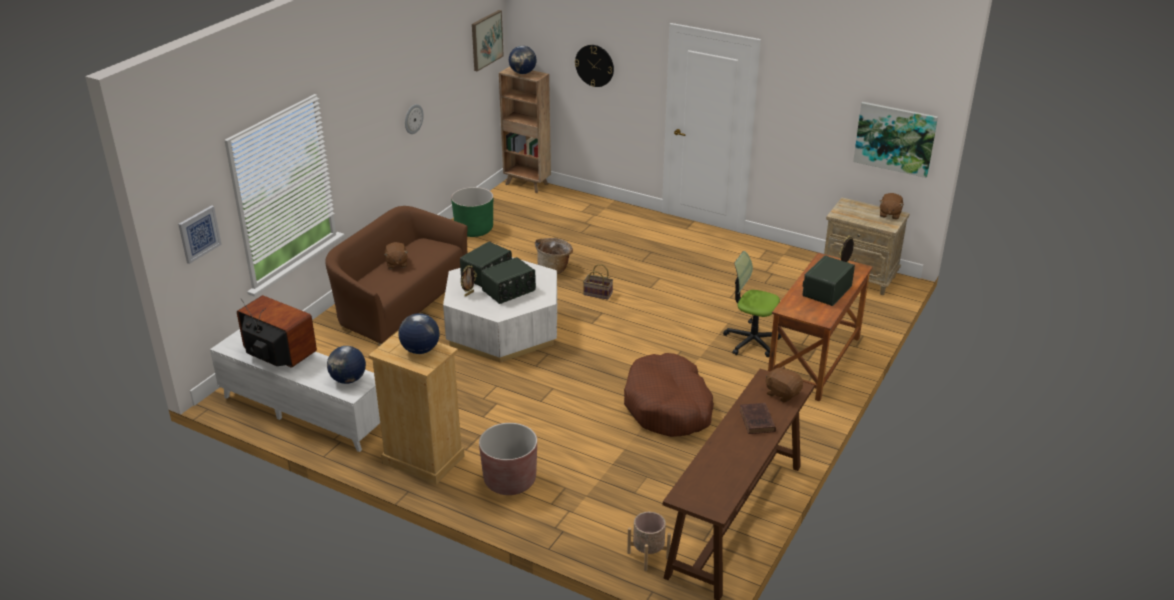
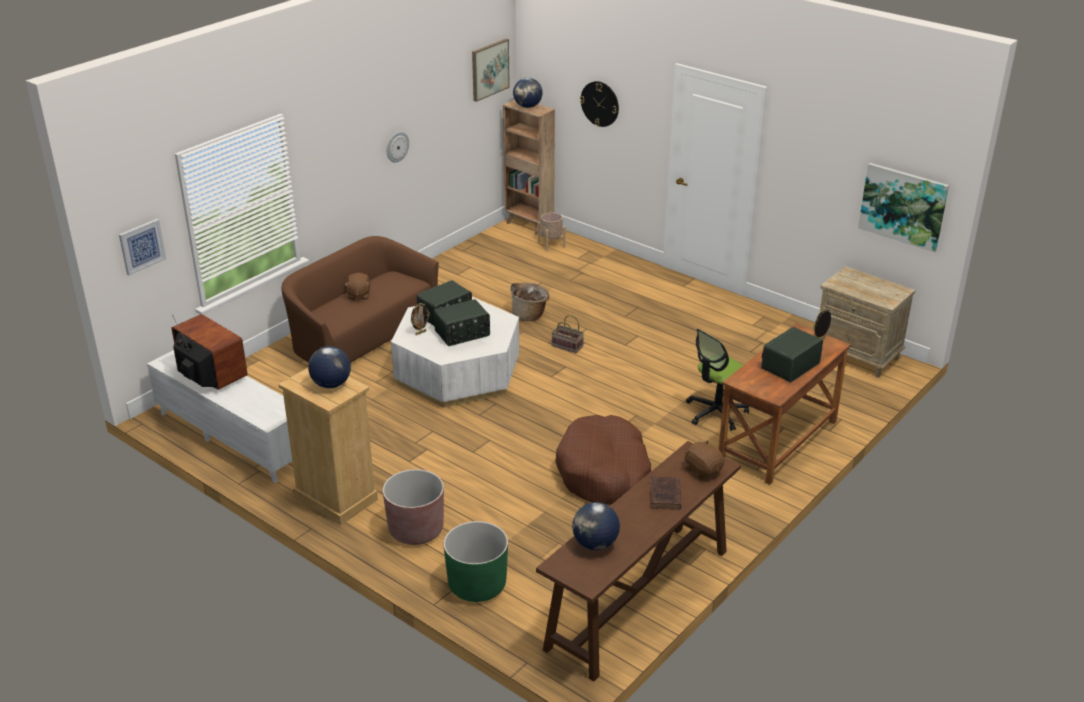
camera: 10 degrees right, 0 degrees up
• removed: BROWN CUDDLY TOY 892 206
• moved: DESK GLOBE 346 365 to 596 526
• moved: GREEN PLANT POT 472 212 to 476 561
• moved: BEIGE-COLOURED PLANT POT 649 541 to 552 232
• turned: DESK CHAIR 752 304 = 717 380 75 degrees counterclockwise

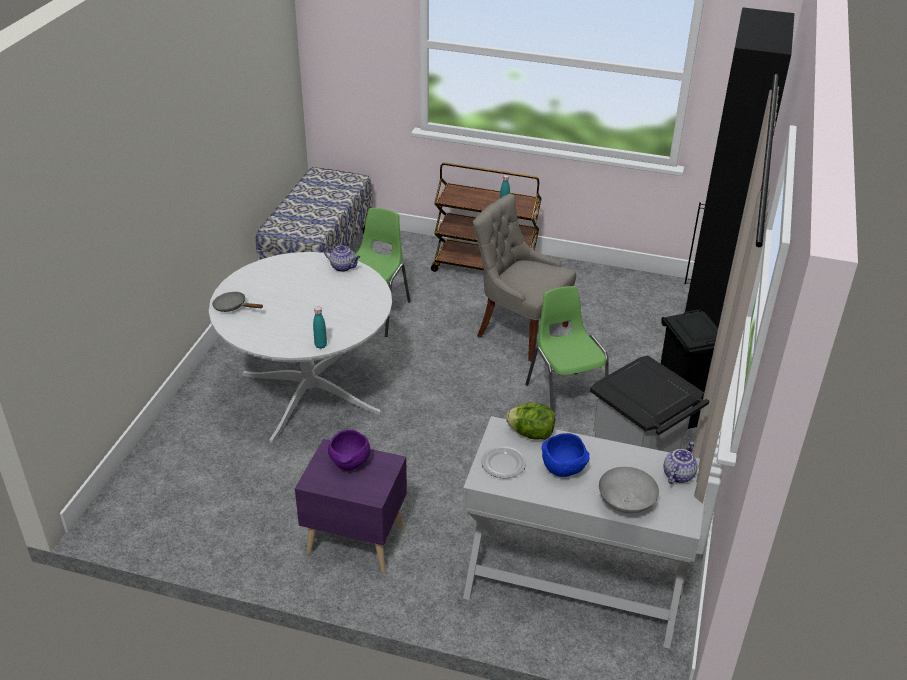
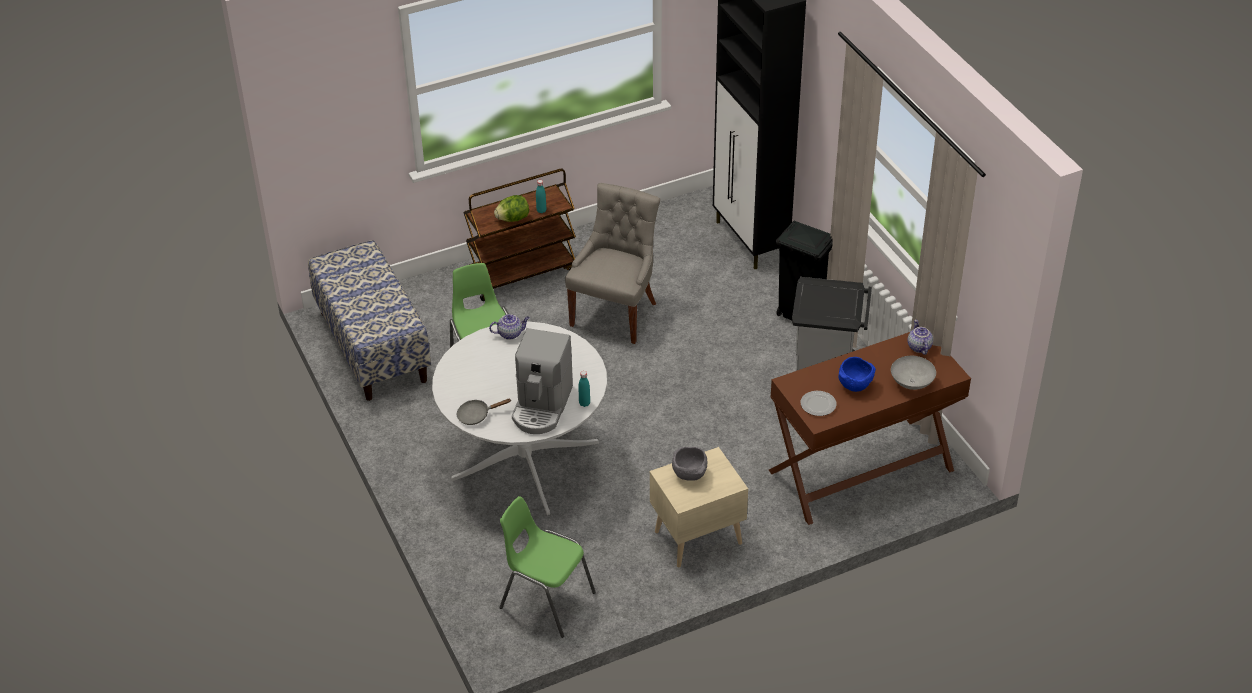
camera: 40 degrees left, 5 degrees up
• added: COFFEE BREWER 542 381
• moved: HEAD OF LETTUCE 530 421 to 511 208
• moved: GREEN CHAIR 567 349 to 547 567
• recoloured: PURPLE NIGHT TABLE 351 506 to BEIGE-COLOURED NIGHT TABLE 699 507
• recoloured: PURPLE DEEP DISH 349 450 to GREYISH DEEP DISH 689 464
• recoloured: WHITE-COLOURED NARROW TABLE 584 532 to BROWN NARROW TABLE 870 428
• turned: GREYISH CHAIR 524 277 = 612 263 120 degrees clockwise

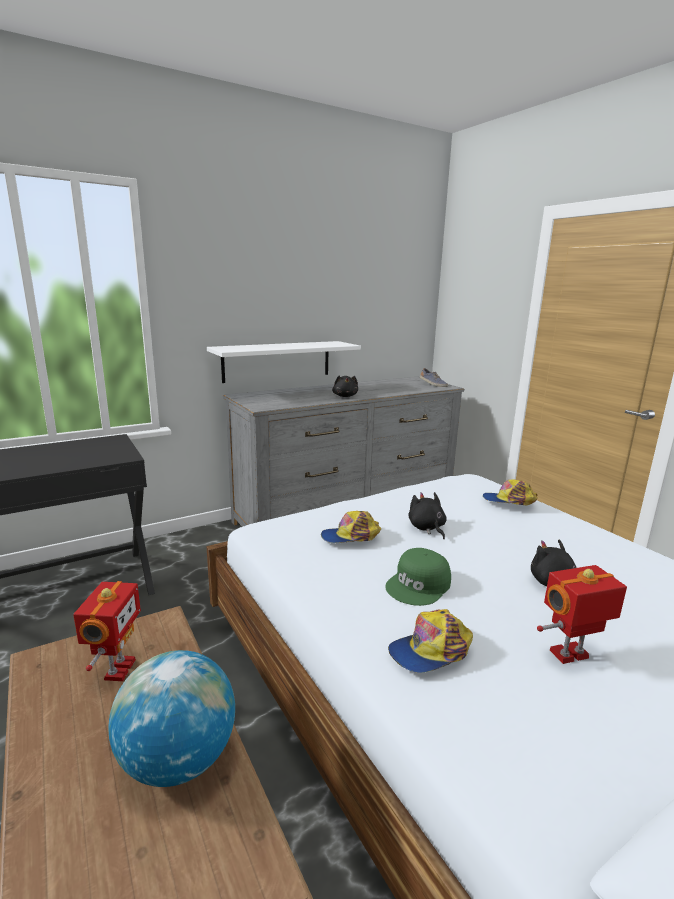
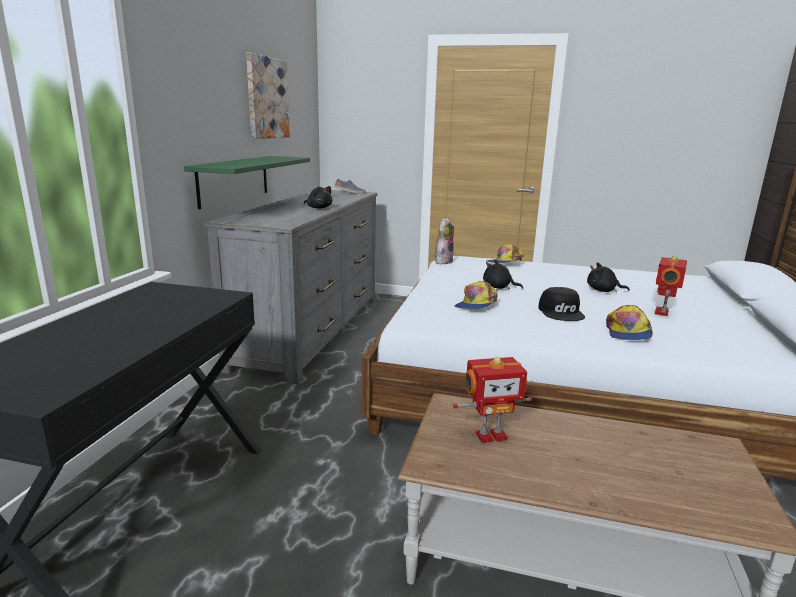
camera: 45 degrees left, 0 degrees up
• removed: DESK GLOBE 171 718
• added: WALL ART 268 96
• added: CUDDLY TOY 444 241
• recoloured: WHITE-COLOURED WALL SHELF 284 362 to GREEN WALL SHELF 247 182
• recoloured: GREEN BASEBALL CAP 418 577 to BLACKISH BASEBALL CAP 561 304
• turned: MODEL ROBOT 107 631 = 492 400 120 degrees clockwise

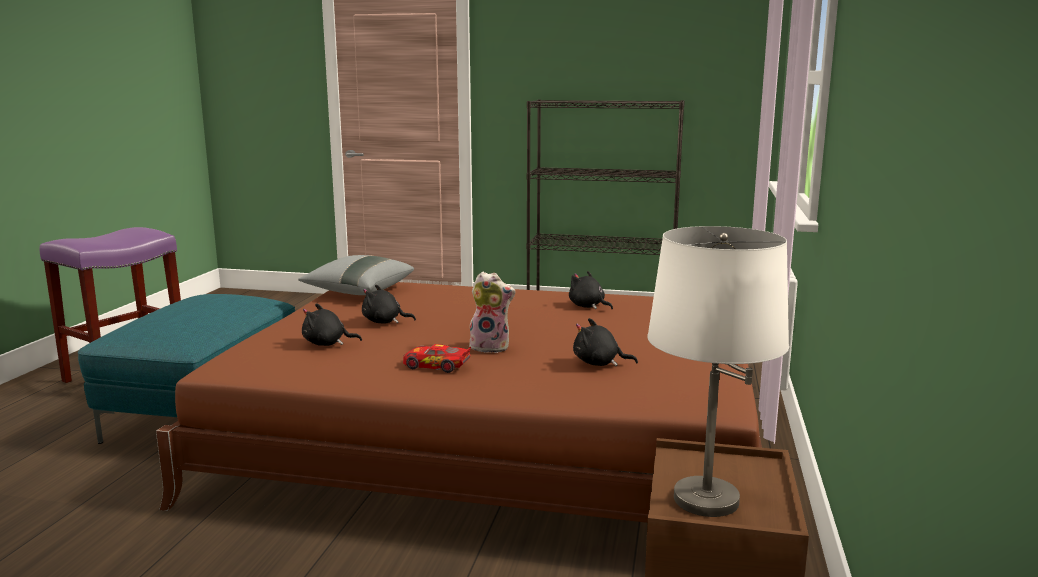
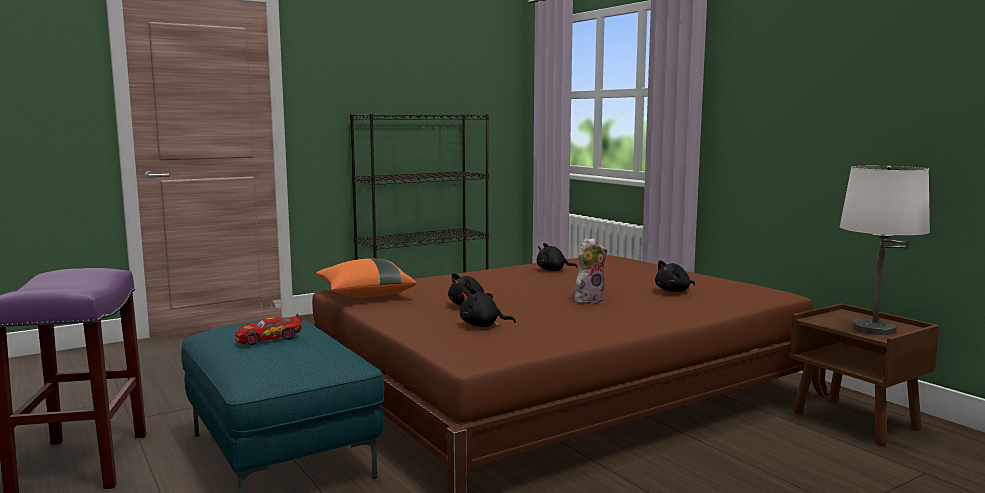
camera: 45 degrees left, 5 degrees down
• moved: MINIATURE CAR 437 358 to 268 329
• recoloured: GREYISH CUSHION 356 275 to ORANGE CUSHION 366 277
• turned: BLACKISH CUDDLY TOY 332 324 = 488 307 45 degrees clockwise

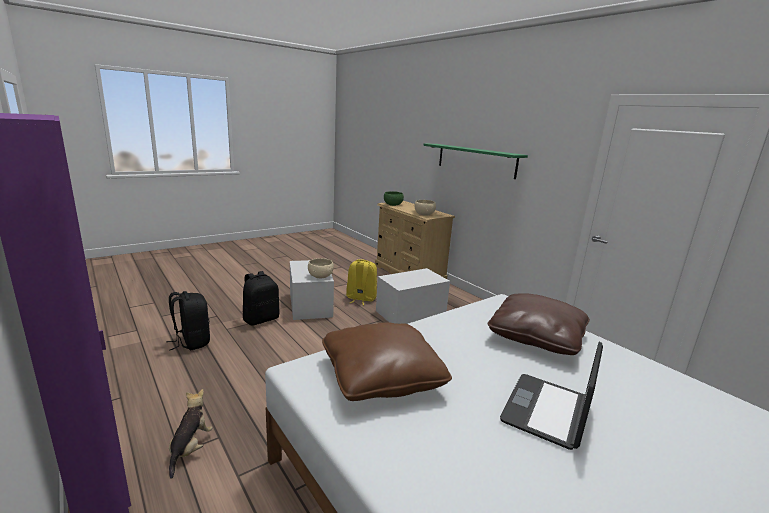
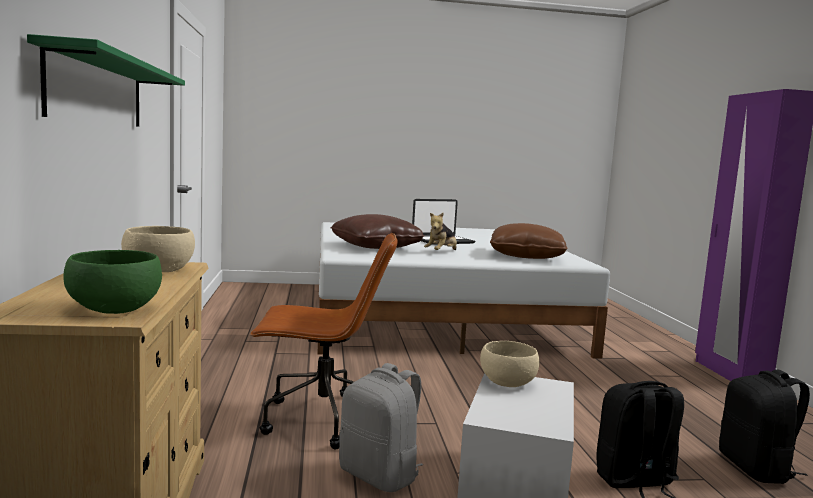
camera: 150 degrees left, 10 degrees down
• moved: CUDDLY TOY 191 434 to 440 231
• replaced: WHITE-COLOURED STORAGE BIN 413 296 to BROWN DESK CHAIR 324 341
• recoloured: YELLOWISH KNAPSACK 361 282 to GREYISH KNAPSACK 381 427

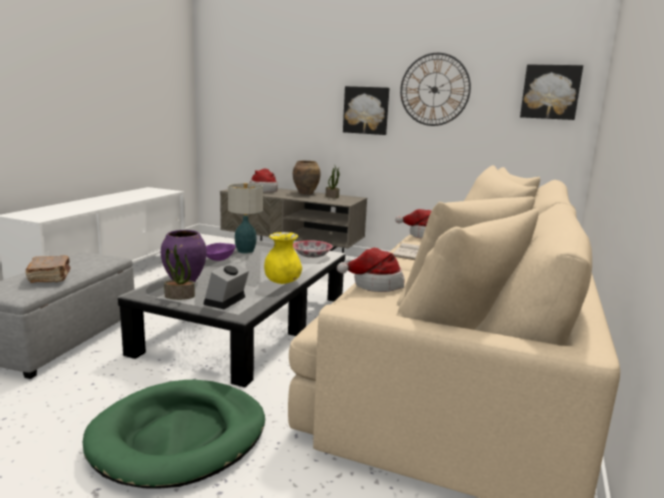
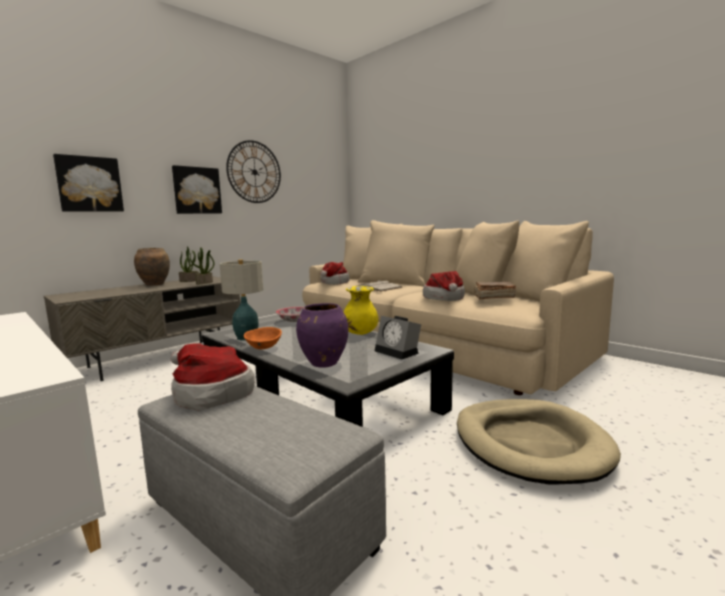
camera: 65 degrees left, 5 degrees down
• moved: BROWN BOUND BOOK 47 269 to 495 291
• moved: HOUSEPLANT 179 272 to 202 265
• moved: CLOTHING HAT 264 180 to 212 377
• moved: WALL ART 551 92 to 88 183
• recoloured: GREEN DOG CUSHION 174 434 to BEIGE-COLOURED DOG CUSHION 539 441
• recoloured: PURPLE DEEP DISH 221 252 to ORANGE DEEP DISH 263 338

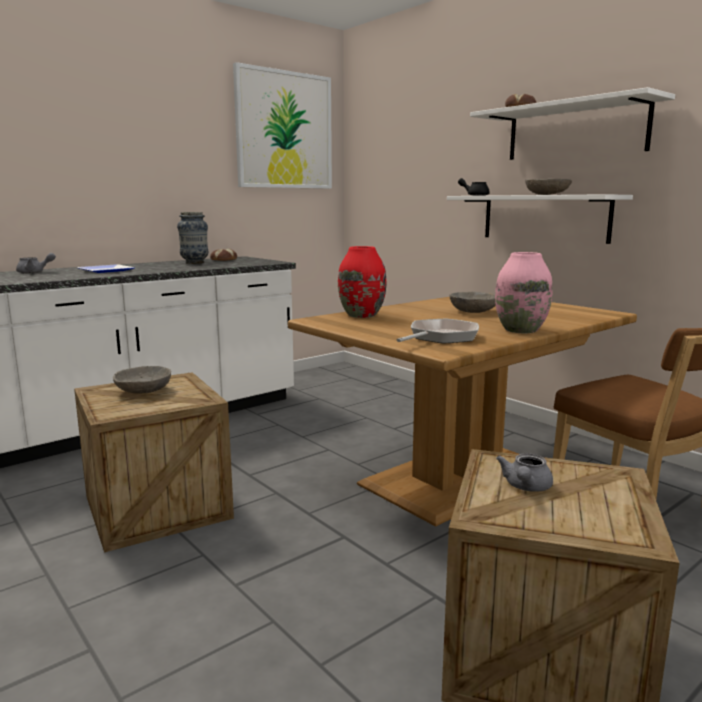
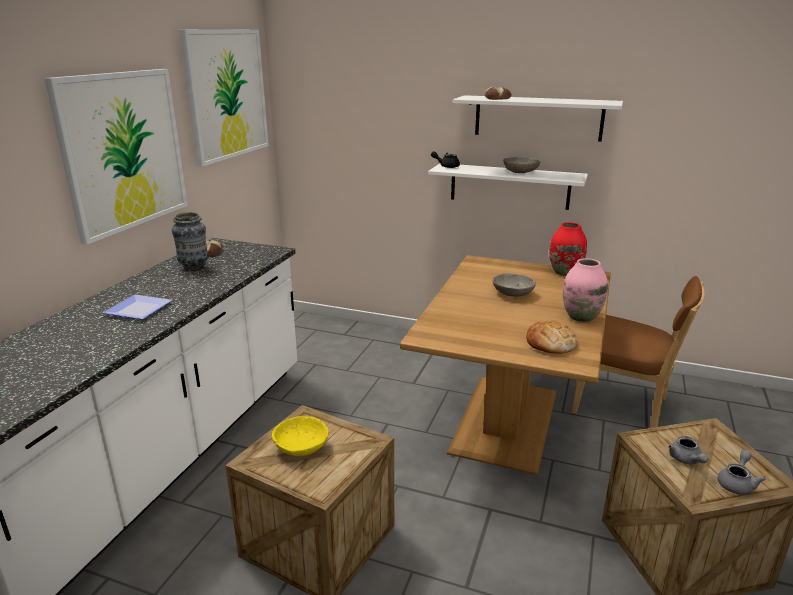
camera: 30 degrees left, 10 degrees up
• added: WALL ART 116 157
• moved: GREYISH POT FOR TEA 36 263 to 741 472
• moved: RED FLOWER VASE 362 282 to 568 249
• replaced: SKILLET 438 331 to BAKERY BREAD 552 337
• recoloured: GREYISH DEEP DISH 142 380 to YELLOWISH DEEP DISH 300 436

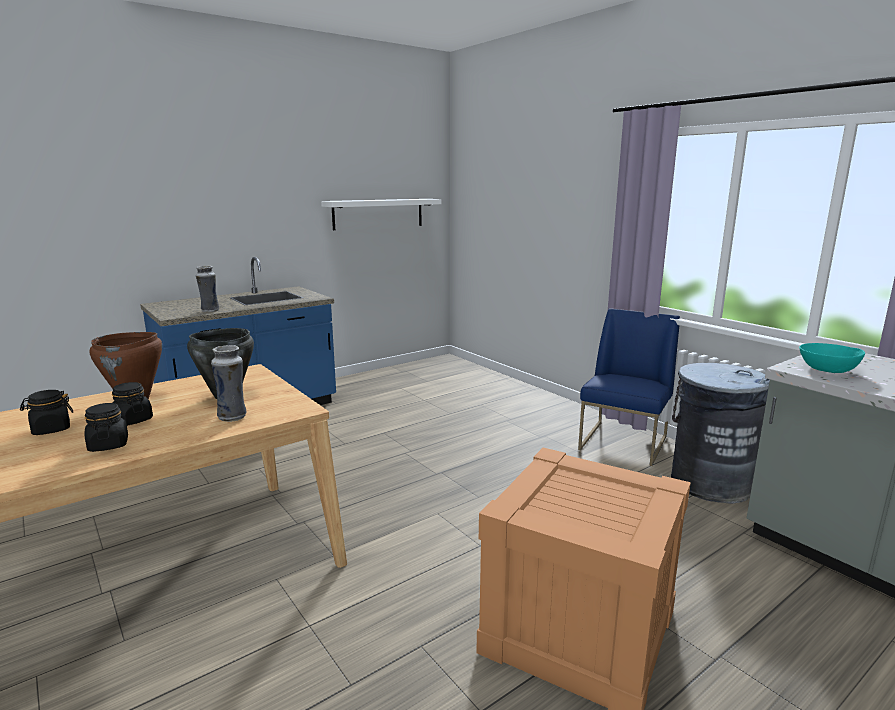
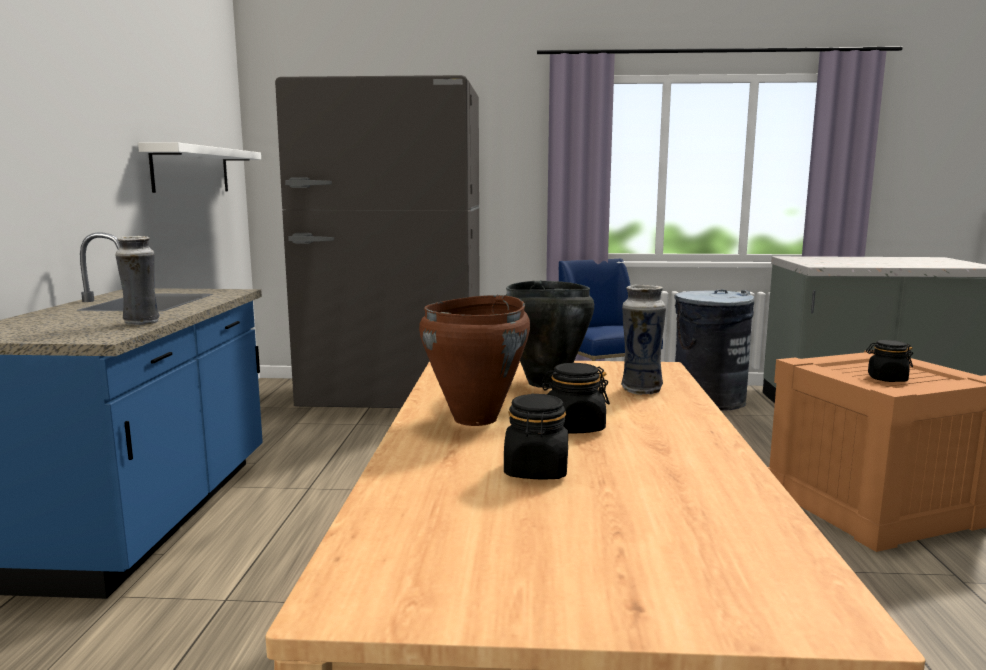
camera: 50 degrees left, 5 degrees down
• removed: TURQUOISE-COLOURED DEEP DISH 832 358
• added: GREYISH KITCHEN FRIDGE 377 241
• moved: BLACKISH JAR 106 427 to 889 361

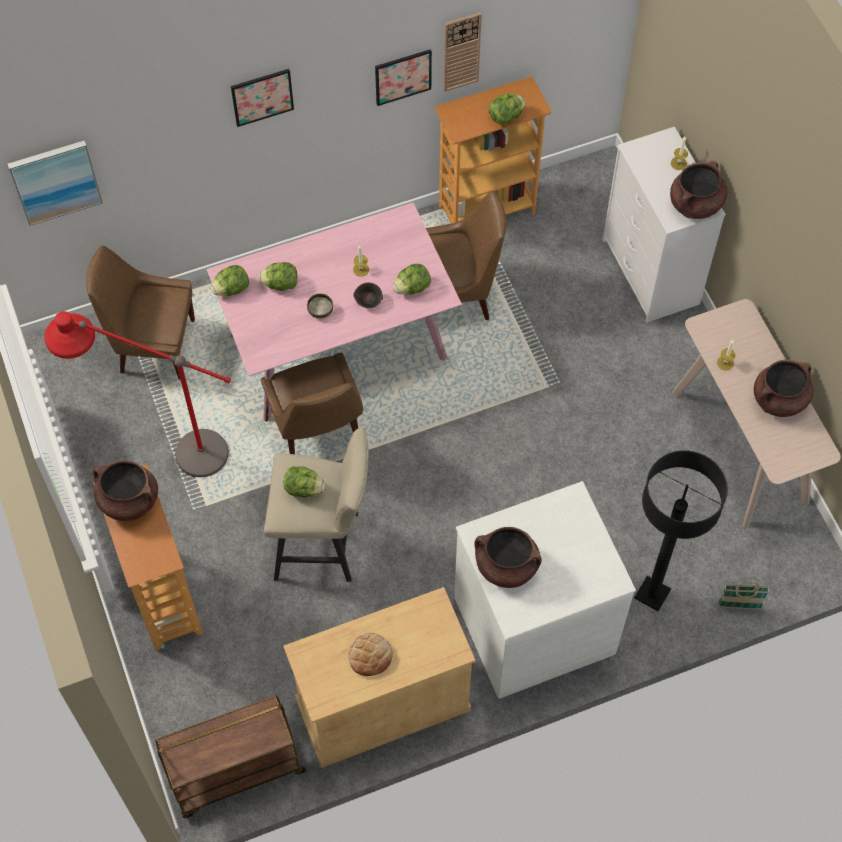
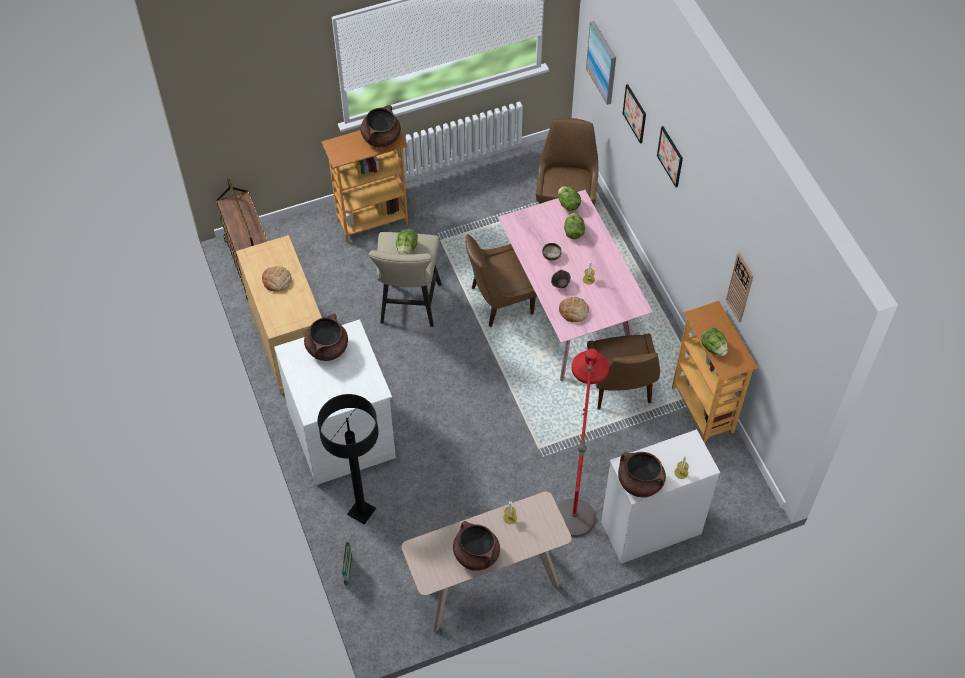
camera: 90 degrees right, 5 degrees down
• moved: RED FLOOR LAMP 137 394 to 583 442
• moved: WALL ART 403 77 to 634 114
• replaced: HEAD OF LETTUCE 412 279 to BAKERY BREAD 574 309

